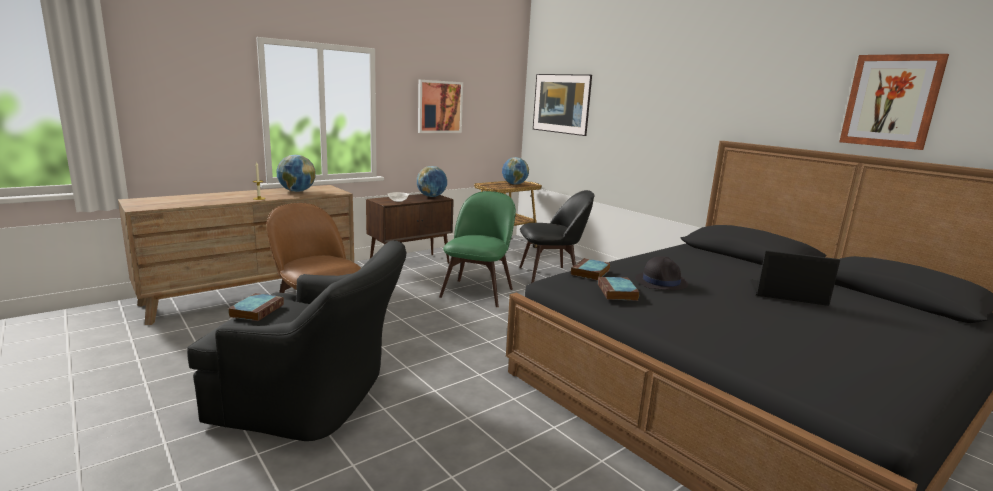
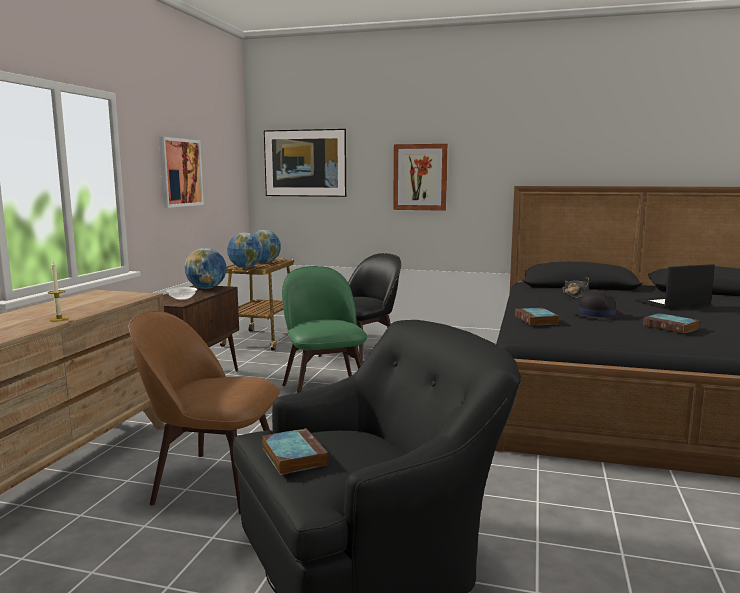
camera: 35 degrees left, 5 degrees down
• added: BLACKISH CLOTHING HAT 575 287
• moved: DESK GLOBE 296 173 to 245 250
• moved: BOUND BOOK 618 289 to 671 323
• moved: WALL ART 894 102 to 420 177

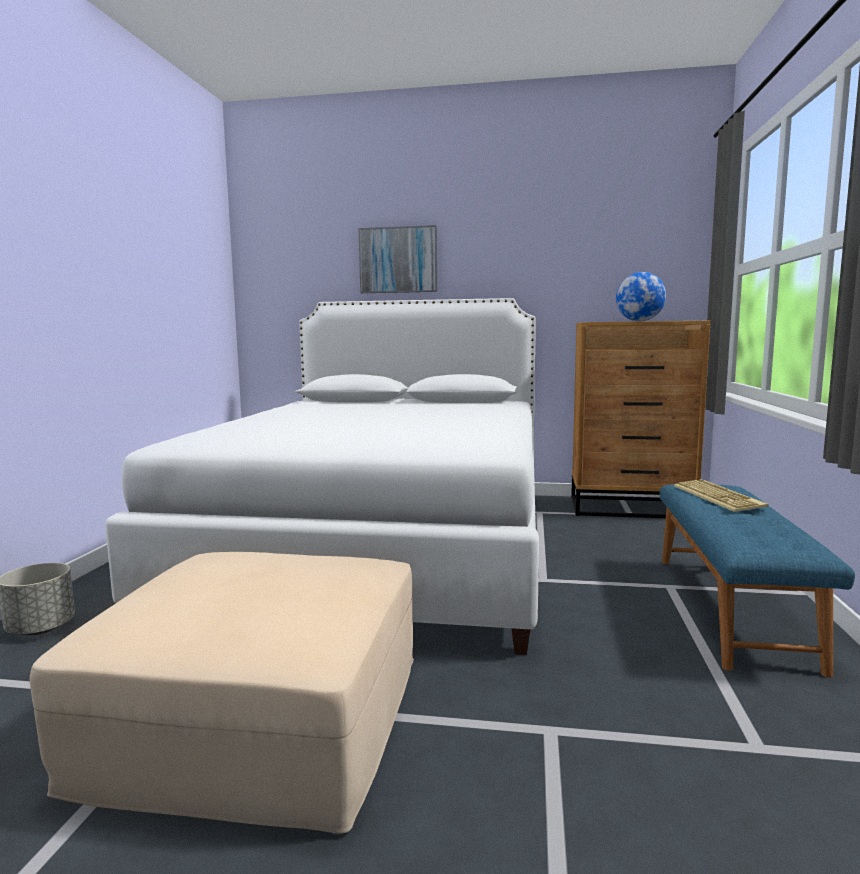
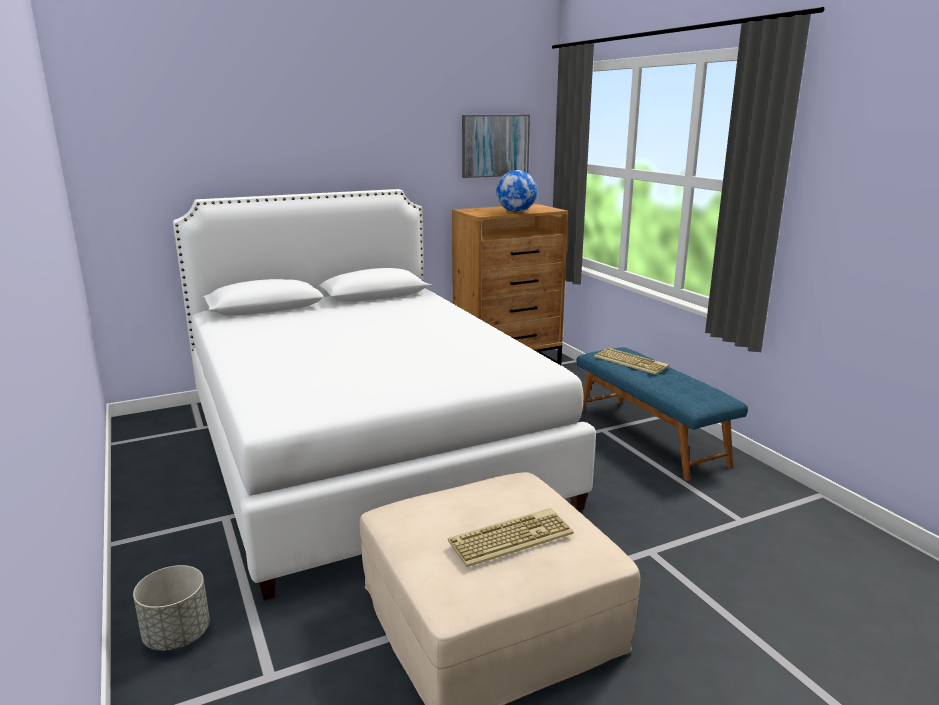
camera: 35 degrees left, 10 degrees up
• added: KEYBOARD 511 537
• moved: WALL ART 397 259 to 496 146

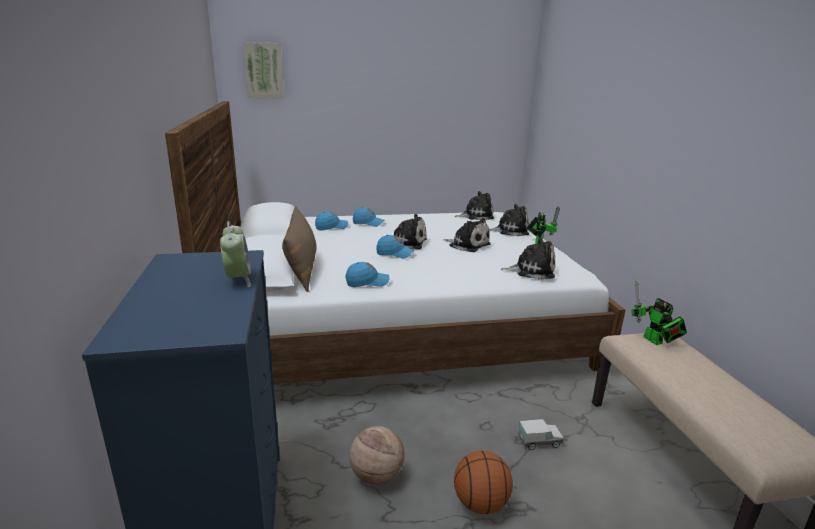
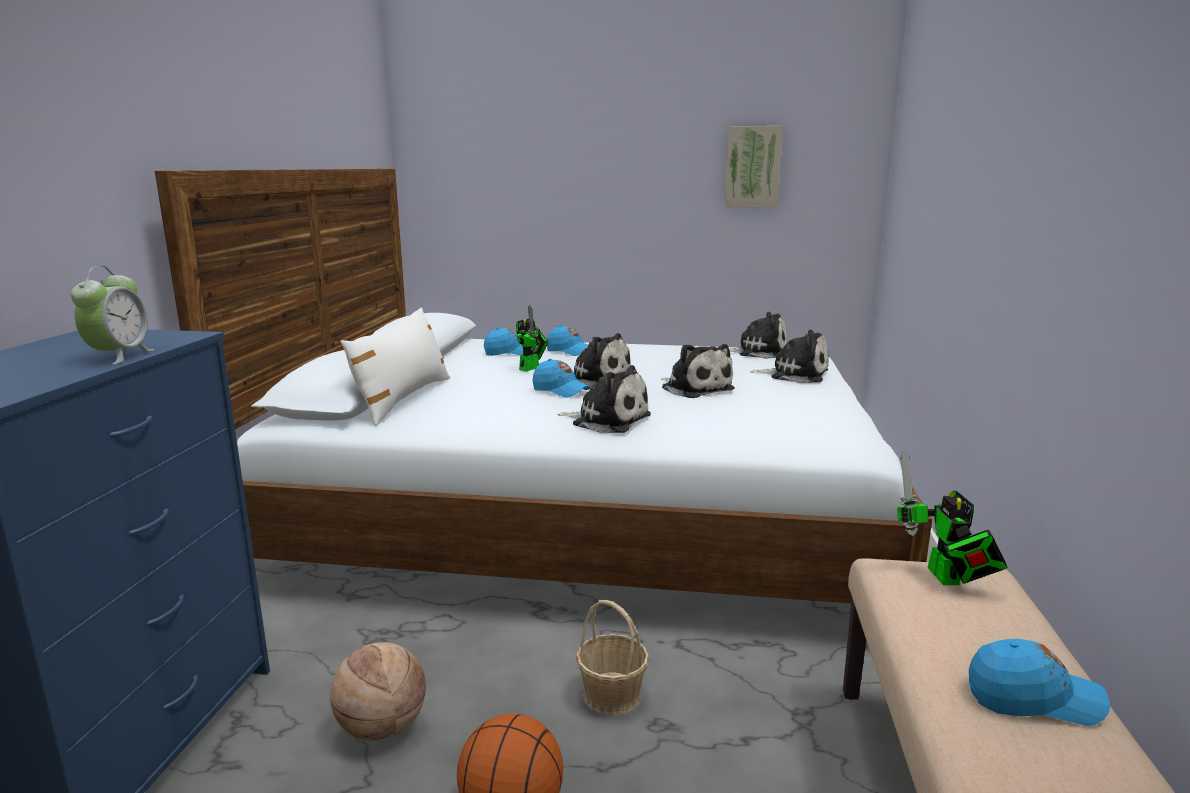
camera: 20 degrees right, 5 degrees down
• removed: MODEL TRUCK 541 434
• added: HOUSEHOLD BASKET 612 658
• moved: WALL ART 263 70 to 754 167
• moved: BLUISH BASEBALL CAP 367 274 to 1039 682
• moved: CUDDLY TOY 528 258 to 604 399
• moved: MODEL ROBOT 543 225 to 532 338
• recoloured: BROWN CUSHION 299 249 to WHITE-COLOURED CUSHION 395 367

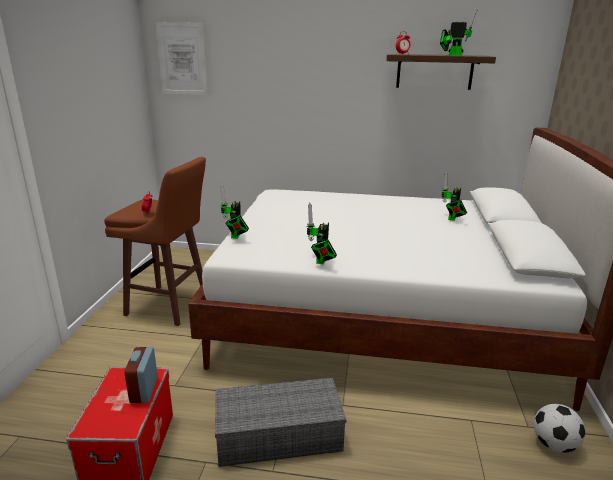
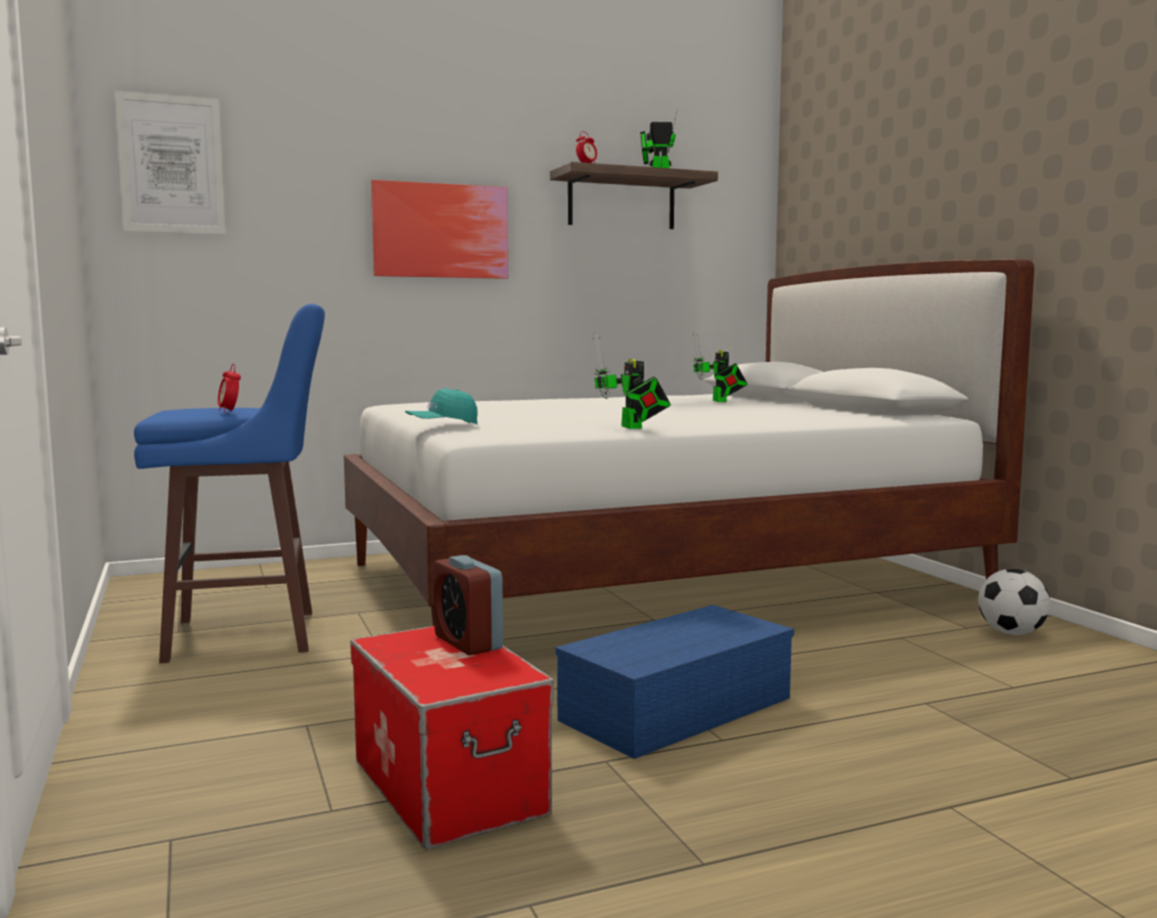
camera: 30 degrees left, 15 degrees down
• added: WALL ART 439 229
• replaced: MODEL ROBOT 234 211 to TURQUOISE-COLOURED BASEBALL CAP 441 406
• recoloured: BROWN SITTING STOOL 155 241 to BLUISH SITTING STOOL 229 483
• recoloured: GREYISH STORAGE BIN 280 422 to BLUISH STORAGE BIN 674 682

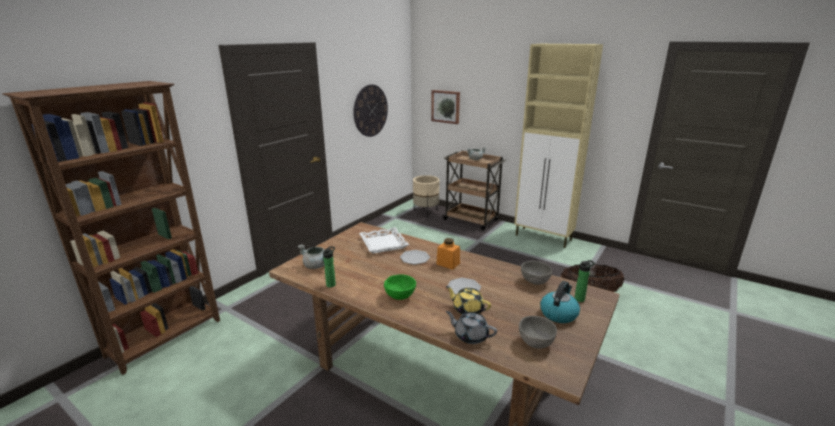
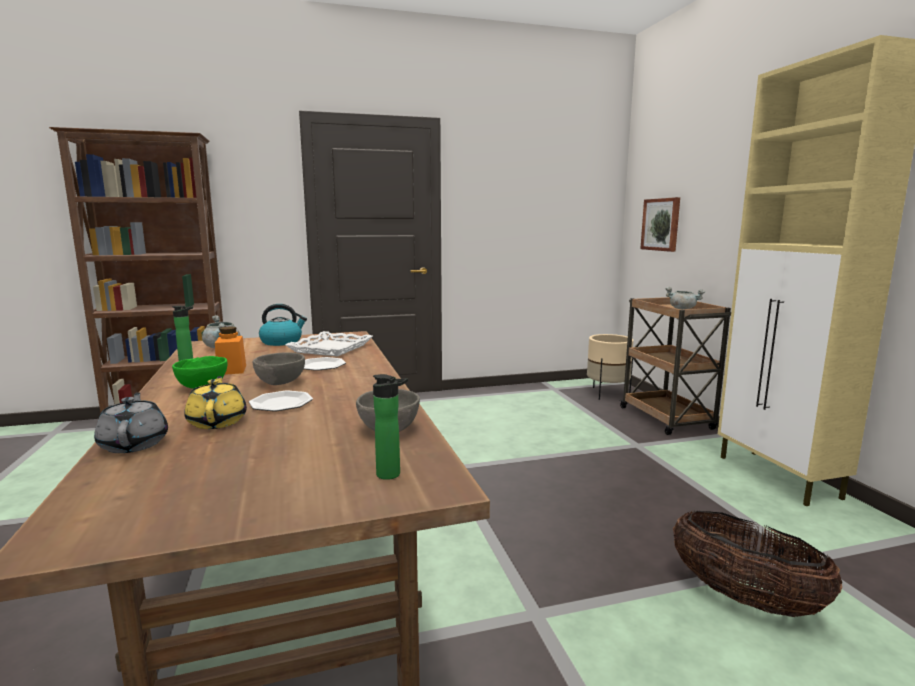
camera: 40 degrees right, 10 degrees down
• removed: HANGING CLOCK 370 111
• moved: ORANGE JAR 448 254 to 230 350
• moved: GREYISH DEEP DISH 538 332 to 278 368
• moved: WATER KETTLE 560 302 to 283 325

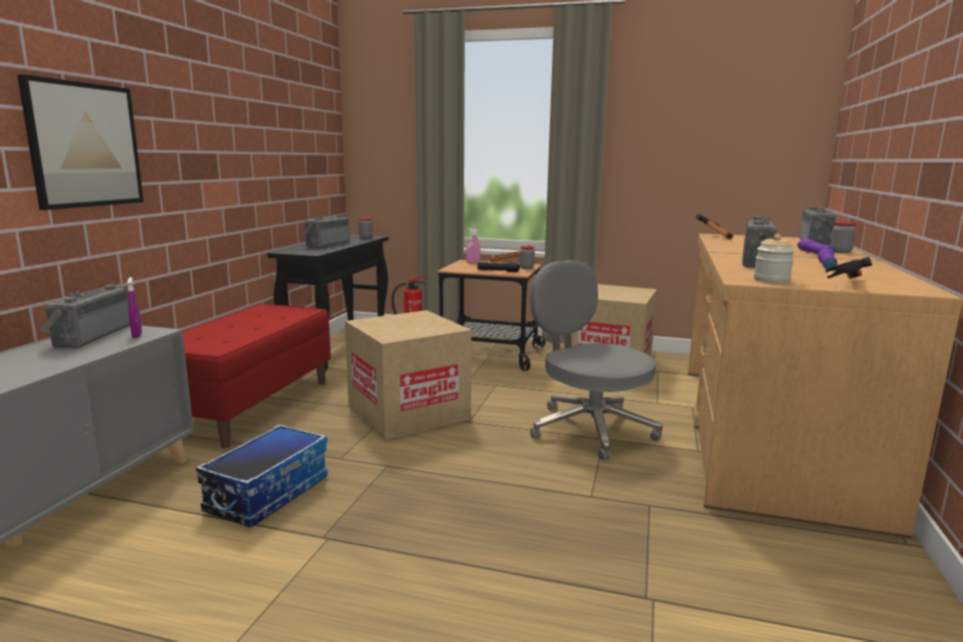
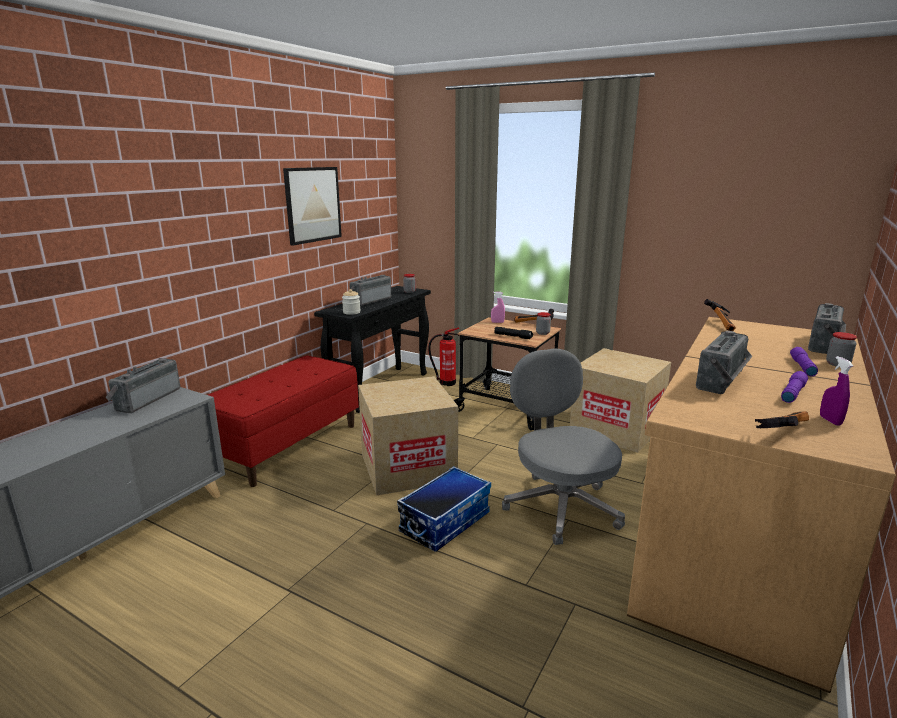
camera: 15 degrees right, 5 degrees up
• moved: WALL ART 80 142 to 312 206
• moved: PURPLE SPRAYER 134 307 to 836 391
• moved: STORAGE BIN 262 476 to 444 509
• moved: JAR 774 258 to 351 302

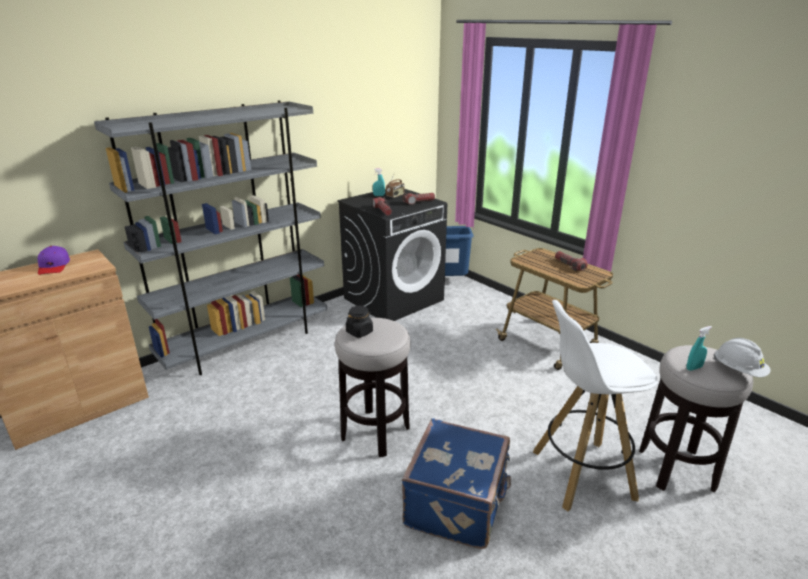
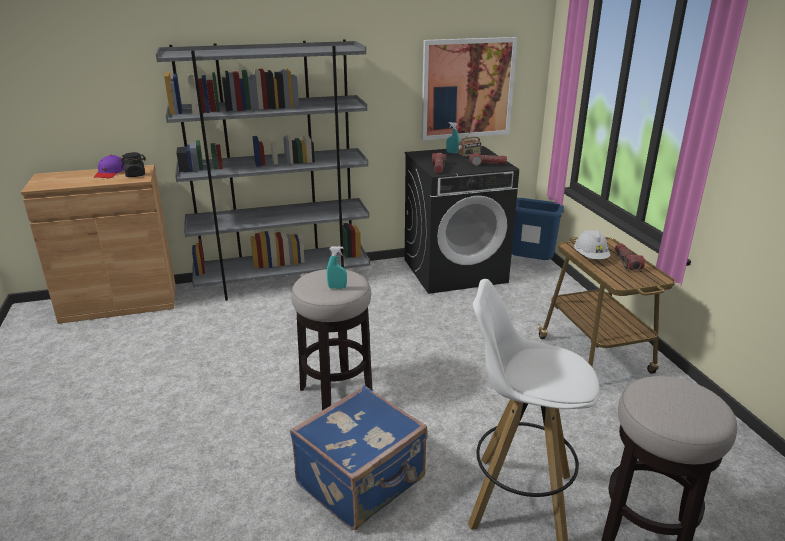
camera: 25 degrees right, 0 degrees up
• added: WALL ART 469 88
• moved: BLACKISH JAR 359 322 to 133 164
• moved: TURQUOISE-COLOURED SPRAYER 699 348 to 337 267
• moved: WHITE-COLOURED WORK HELMET 742 357 to 592 244

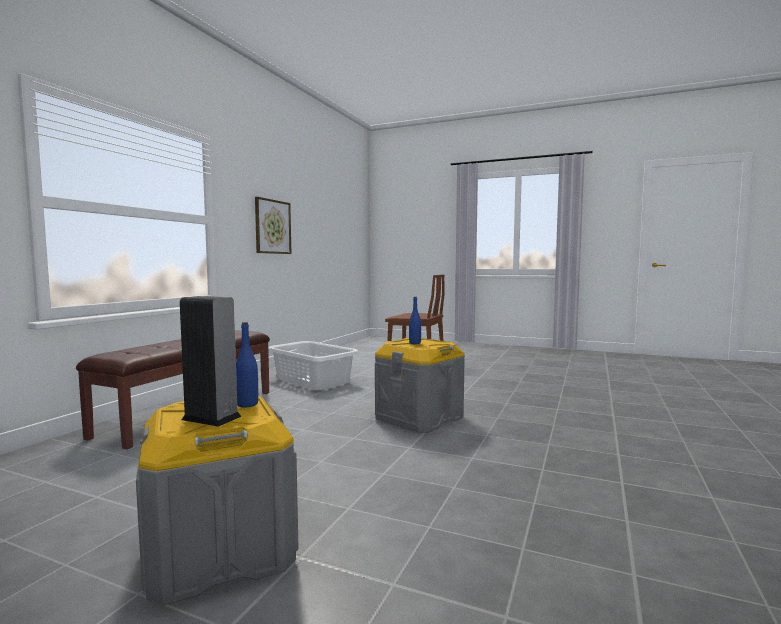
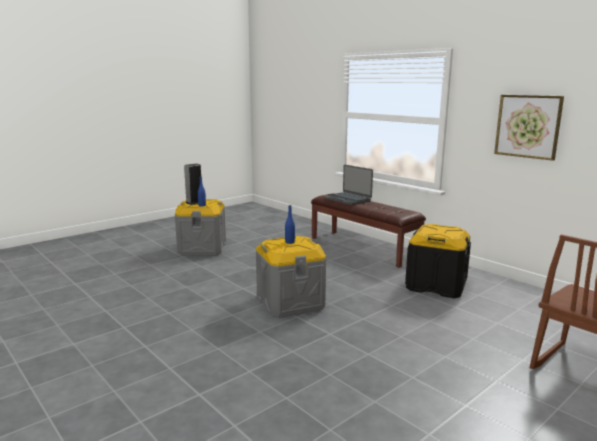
camera: 115 degrees right, 10 degrees up
• added: PORTABLE COMPUTER 348 185
• replaced: WHITE-COLOURED WASHING BASKET 313 365 to BLACKISH STORAGE BIN 438 261

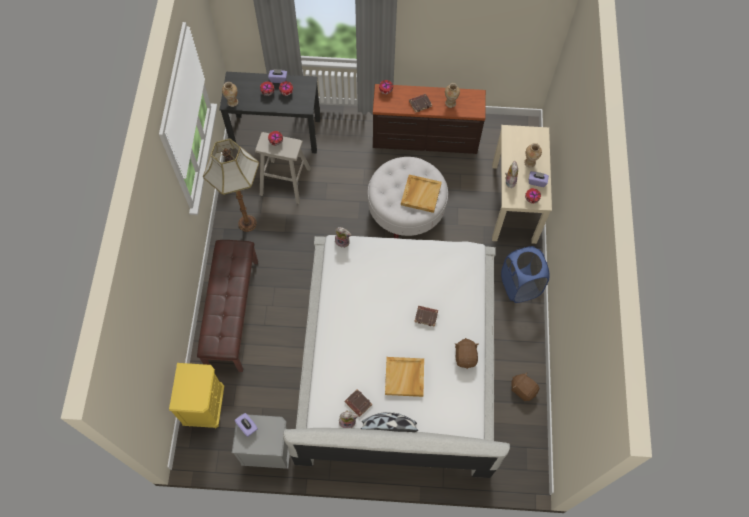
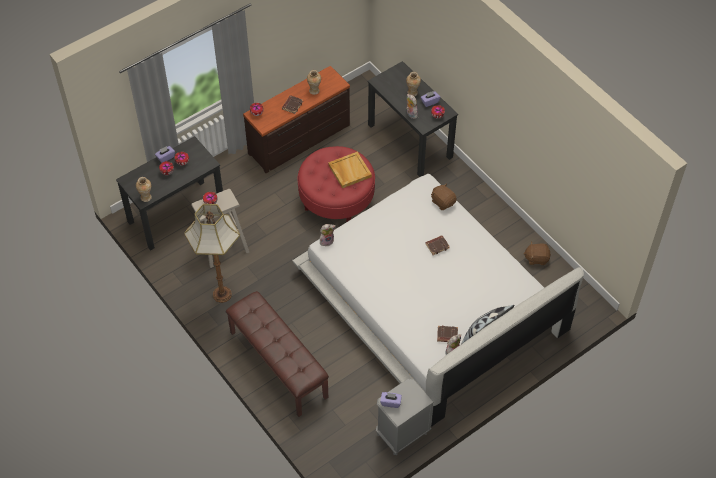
camera: 40 degrees left, 10 degrees down
• removed: YELLOWISH NIGHT TABLE 196 395
• removed: BEIGE-COLOURED SERVING TRAY 404 377
• removed: BLUISH WASHING BASKET 525 274
• moved: BROWN CUDDLY TOY 467 353 to 444 196
• recoloured: WHITE-COLOURED FOOTREST 408 197 to RED FOOTREST 336 184
• recoloured: BEIGE-COLOURED DESK UNIT 522 184 to BLACKISH DESK UNIT 412 119

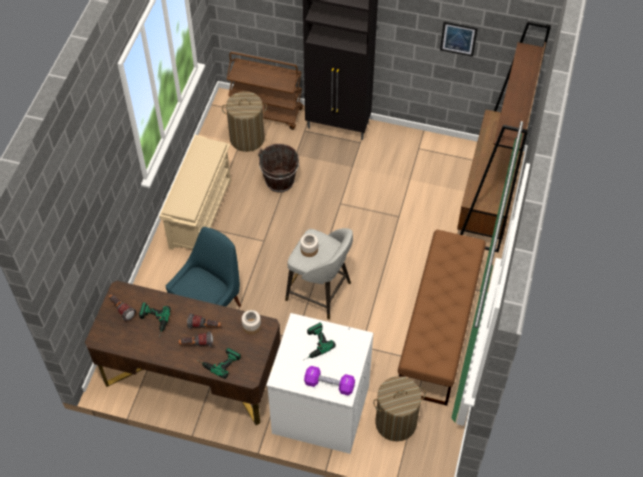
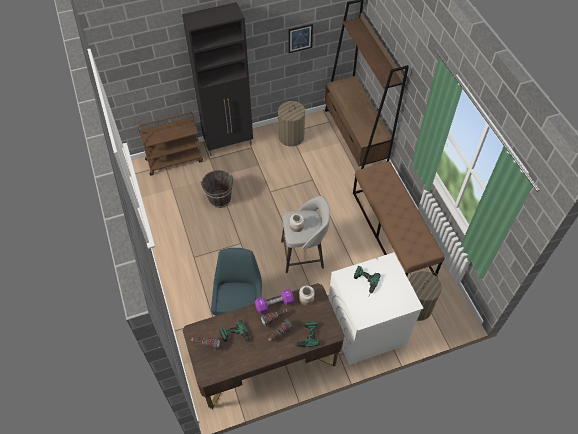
camera: 35 degrees left, 0 degrees up
• removed: BEIGE-COLOURED SHOE RACK 195 192
• moved: WASHING BASKET 244 121 to 291 124
• moved: PURPLE FREE WEIGHT 329 381 to 274 301

